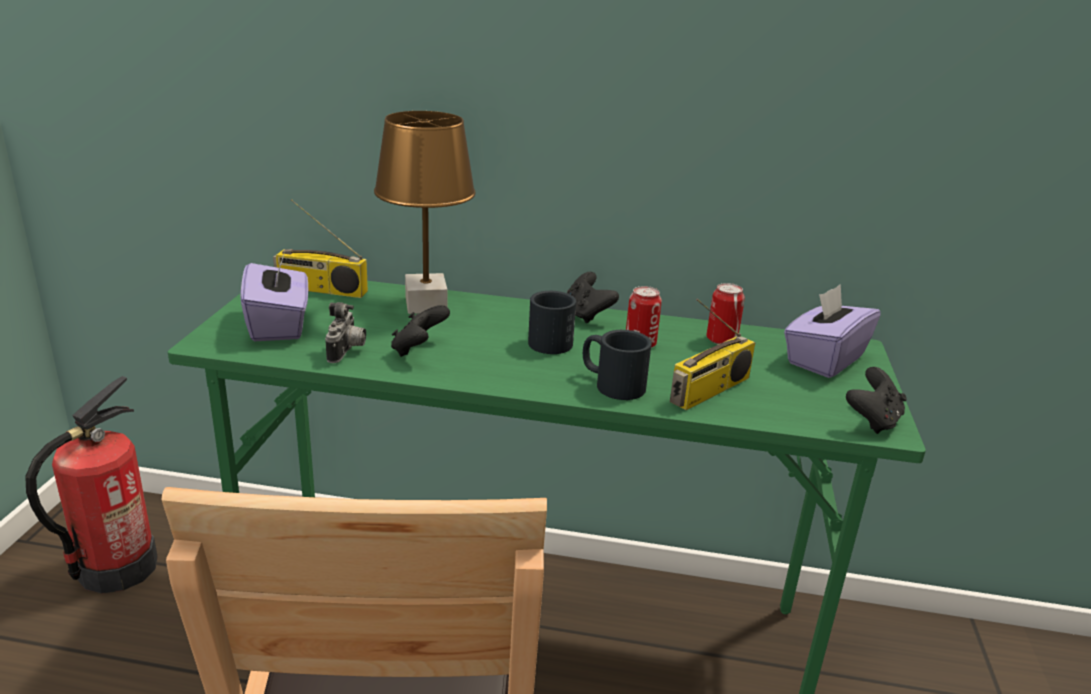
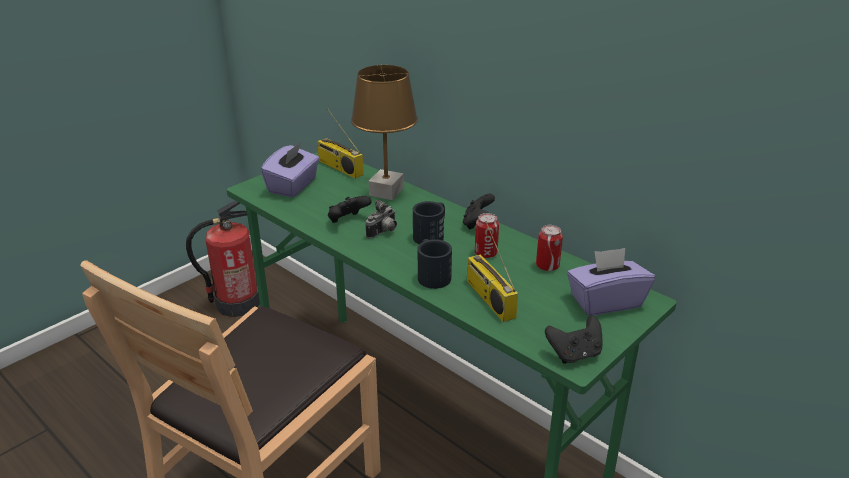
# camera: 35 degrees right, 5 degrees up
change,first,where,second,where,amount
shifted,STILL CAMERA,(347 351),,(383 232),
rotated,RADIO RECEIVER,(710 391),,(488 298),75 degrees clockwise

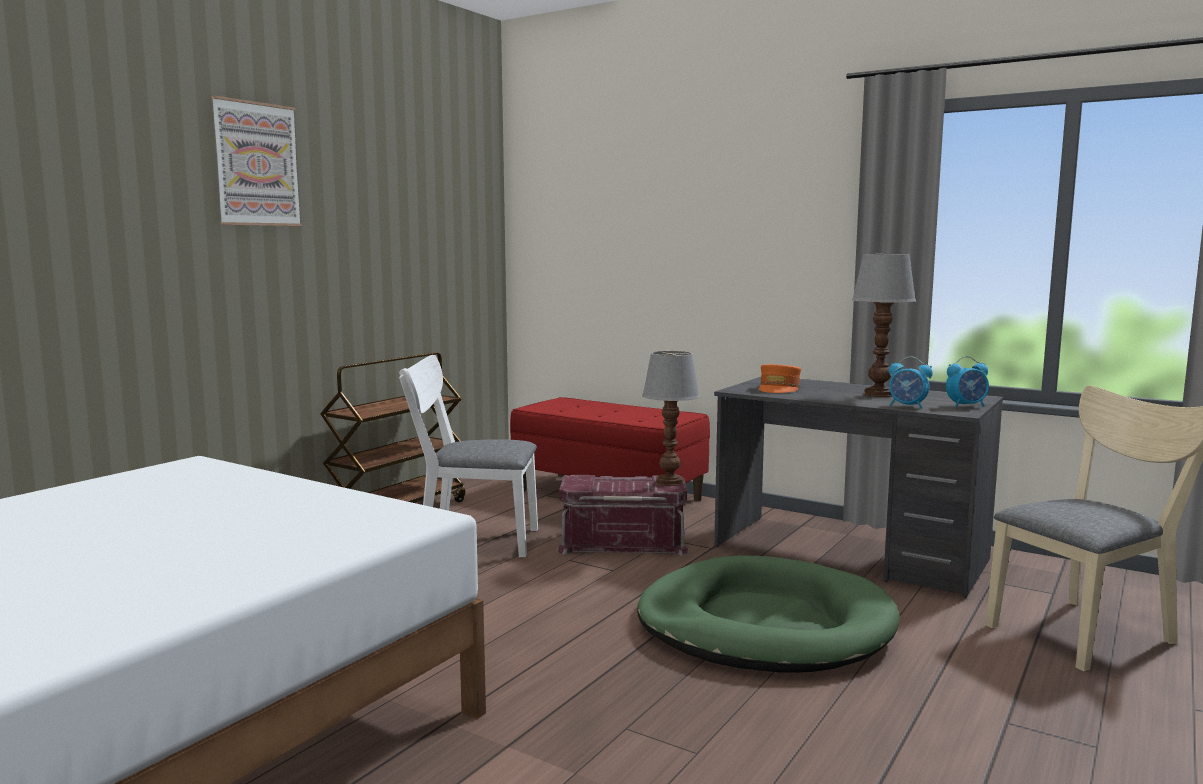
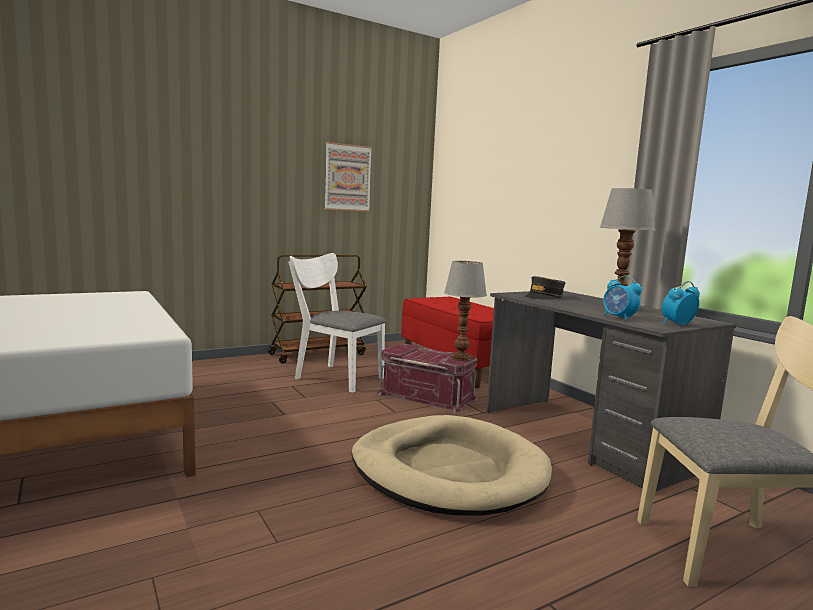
# camera: 25 degrees right, 0 degrees up
change,first,where,second,where,amount
shifted,PICTURE,(256 164),,(347 177),
repainted,GREENISH PET BED,(764 625),SAND-COLOURED PET BED,(448 471),
repainted,ORANGE-COLOURED CAP,(779 389),GREY CAP,(544 297),
rotated,ALARM CLOCK,(966 406),,(677 324),135 degrees clockwise

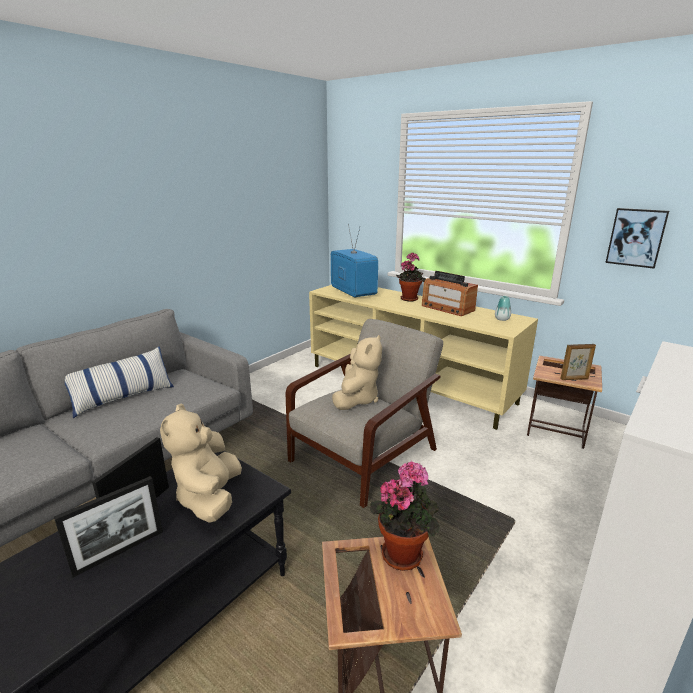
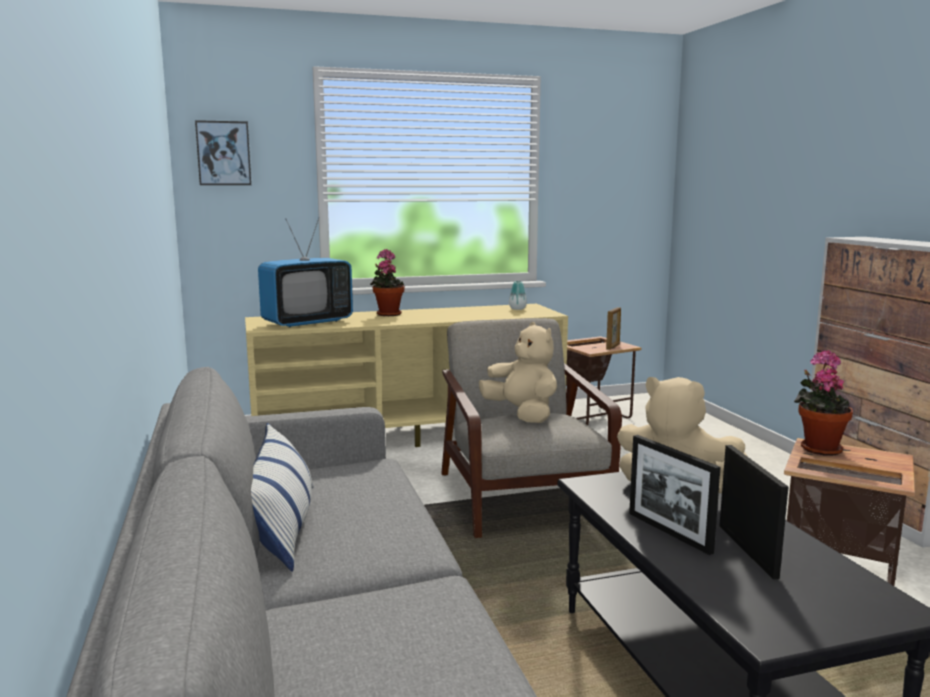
# camera: 55 degrees left, 10 degrees down
change,first,where,second,where,amount
gone,RADIO RECEIVER,(447 308),,,
shifted,PICTURE,(636 237),,(223 153),
rotated,TV,(352 292),,(307 322),135 degrees clockwise

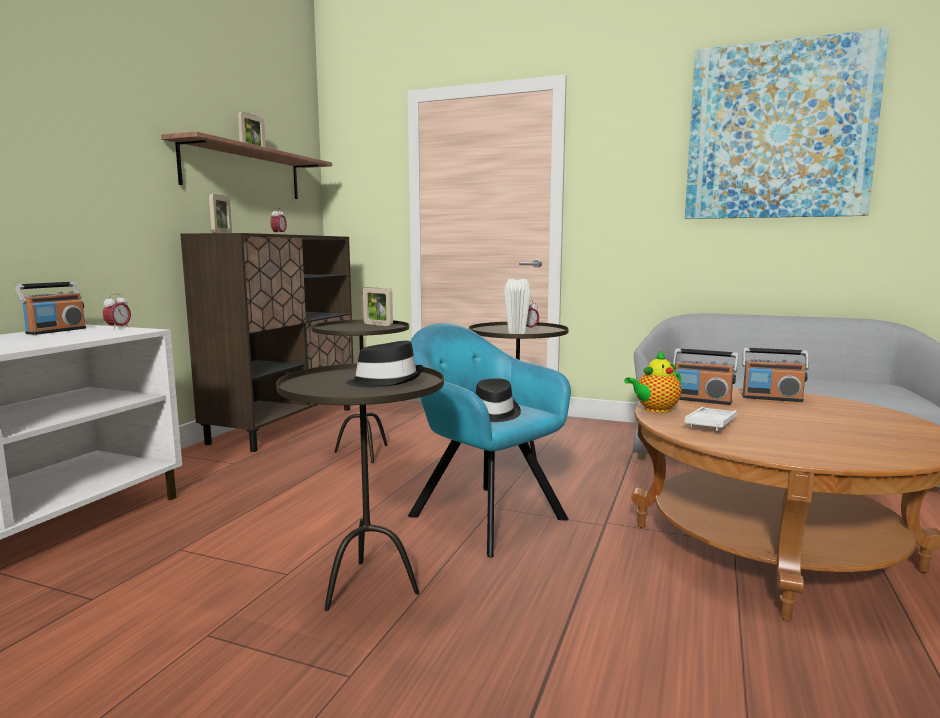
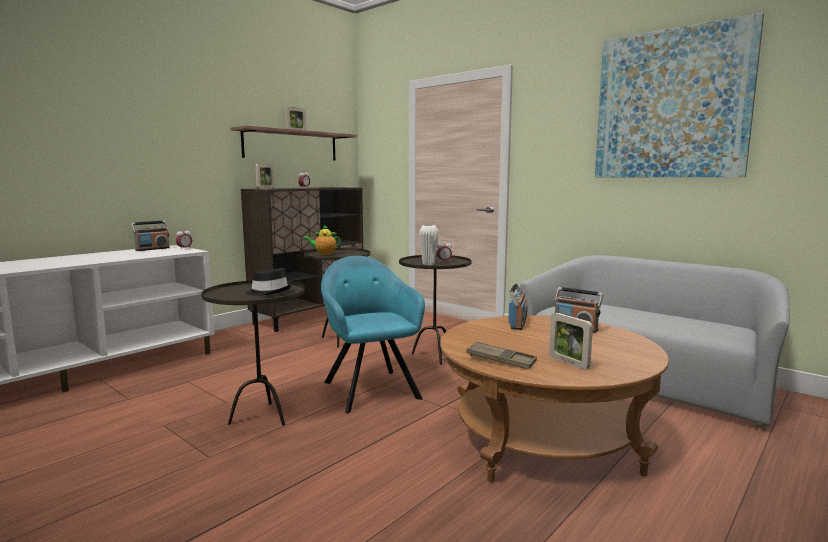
# camera: 20 degrees right, 0 degrees up
change,first,where,second,where,amount
gone,BLACK-COLOURED HAT,(493 413),,,
gone,WHITISH TRAY,(711 423),,,
new,,,BROWN-COLOURED TRAY,(501 360),
shifted,STANDING FRAME,(378 324),,(568 363),
shifted,TEAPOT,(655 410),,(324 254),
rotated,RADIO RECEIVER,(701 400),,(517 324),120 degrees counterclockwise

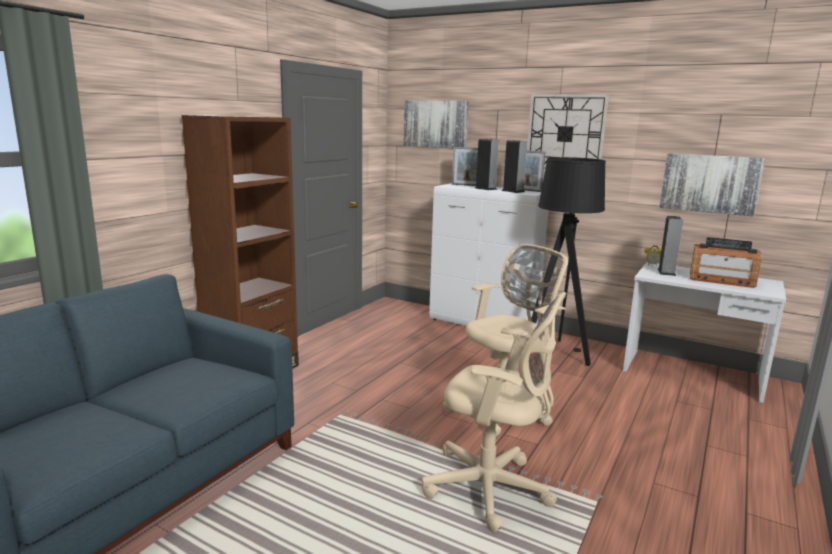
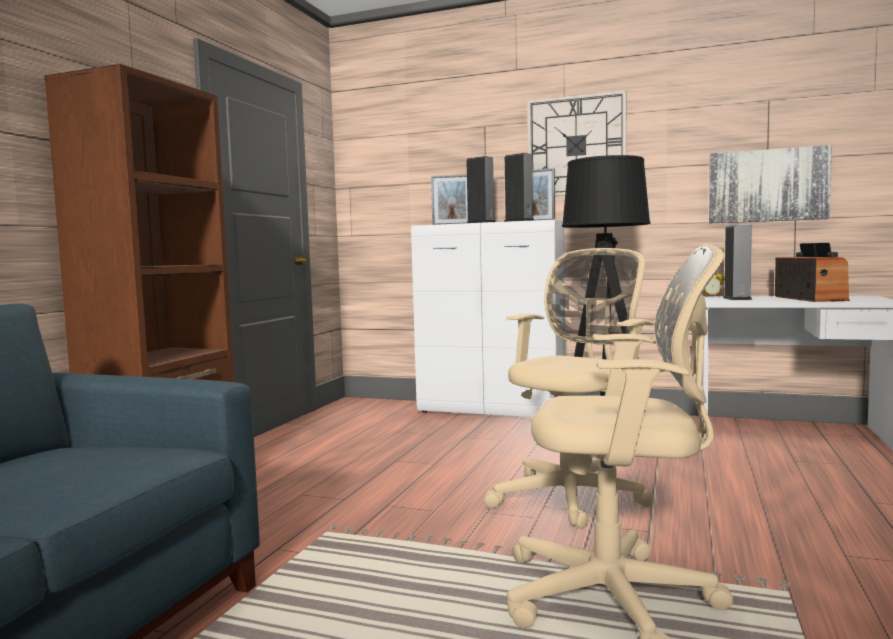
# camera: 10 degrees left, 10 degrees down
change,first,where,second,where,amount
gone,PICTURE,(435 124),,,
rotated,RADIO RECEIVER,(721 280),,(810 298),105 degrees counterclockwise

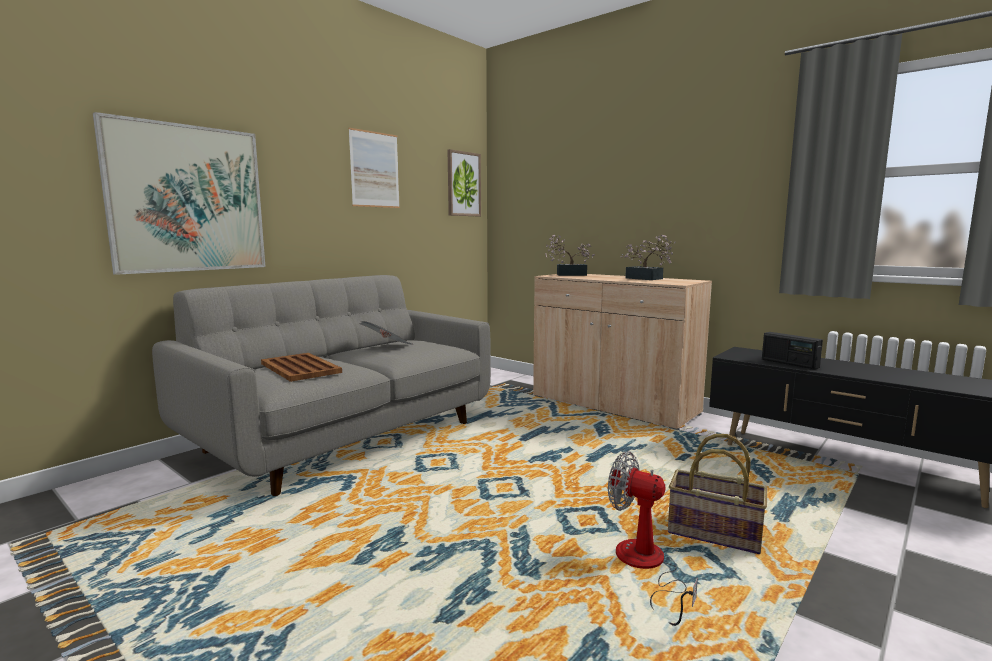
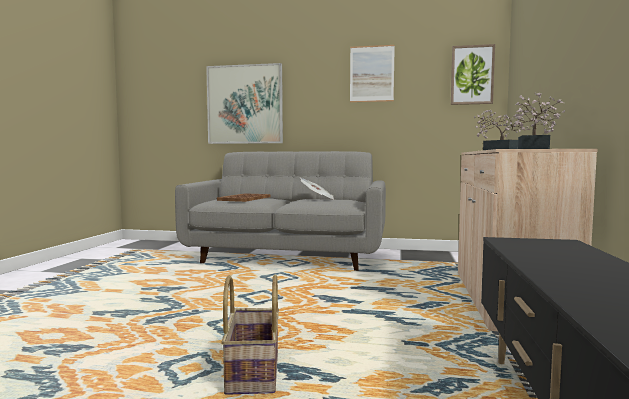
# camera: 60 degrees right, 5 degrees down
change,first,where,second,where,amount
gone,FAN,(646 567),,,
gone,RADIO RECEIVER,(789 363),,,

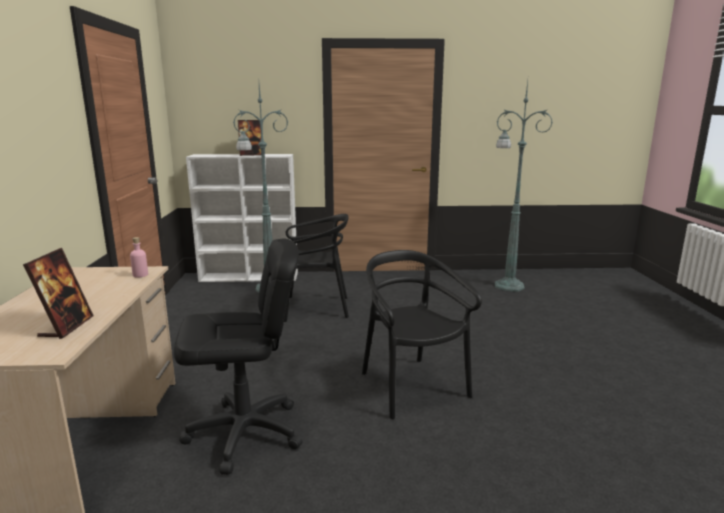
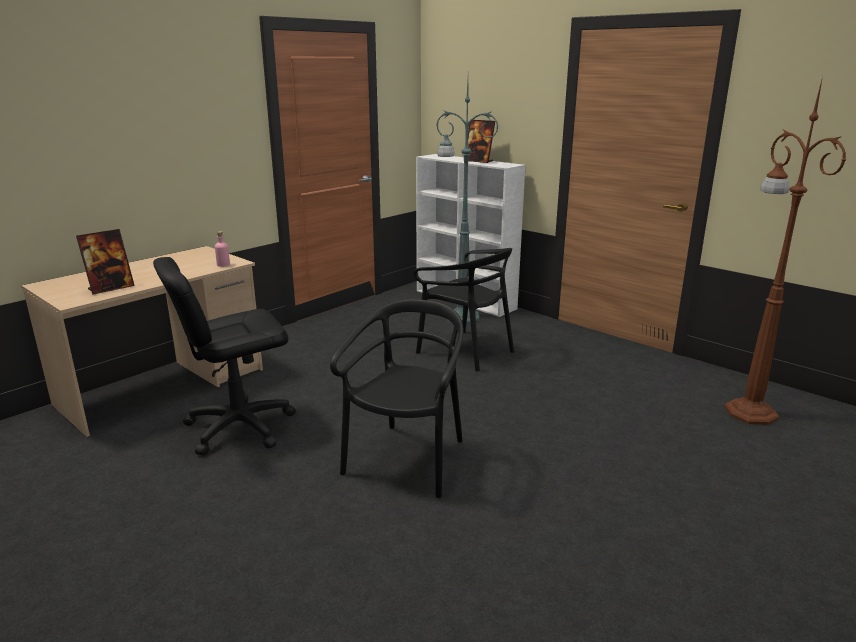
# camera: 45 degrees right, 5 degrees up
change,first,where,second,where,amount
repainted,GREENISH FLOOR LAMP,(507 286),BROWN-COLOURED FLOOR LAMP,(749 411),
rotated,BLACK-COLOURED OFFICE CHAIR,(245 433),,(239 427),120 degrees clockwise

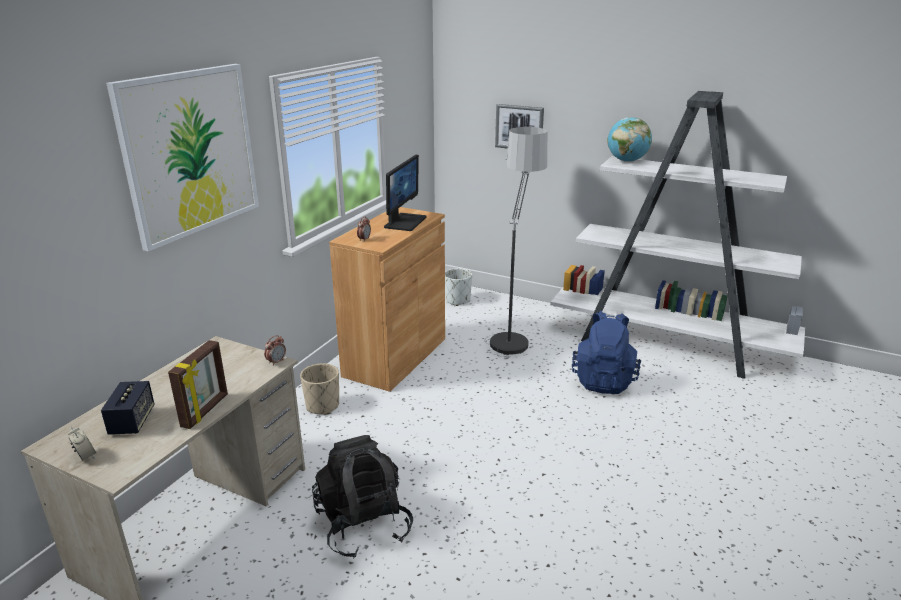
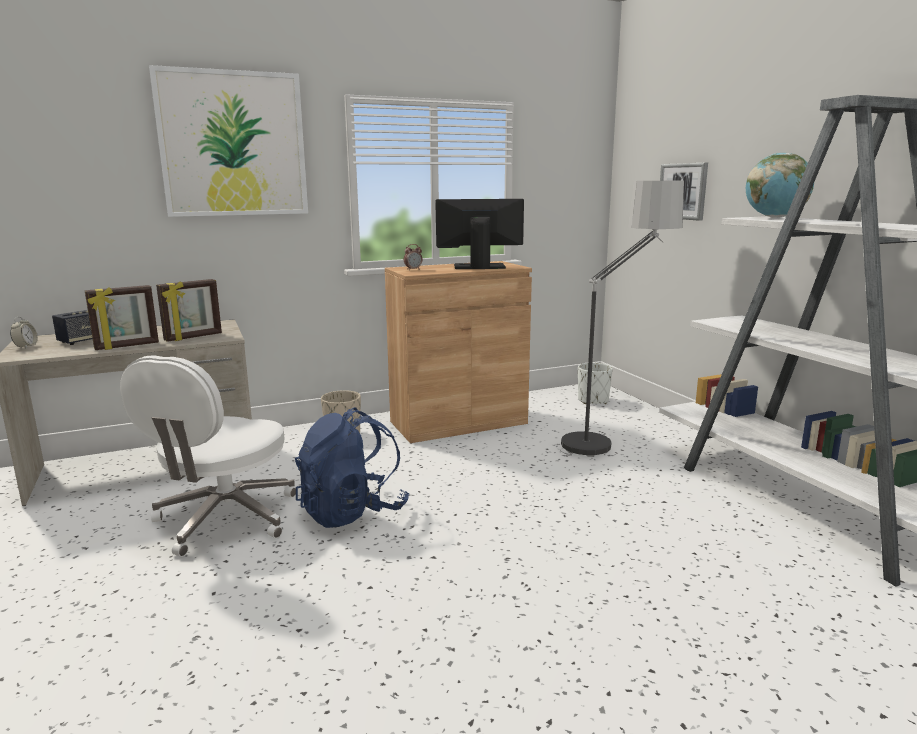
# camera: 40 degrees right, 10 degrees down
change,first,where,second,where,amount
gone,ALARM CLOCK,(276 362),,,
new,,,STANDING FRAME,(193 337),
shifted,BLUISH BACKPACK,(603 380),,(352 512),
swapped,BLACK-COLOURED BACKPACK,(363 525),WHITISH OFFICE CHAIR,(225 519),
rotated,MONITOR,(404 222),,(479 267),150 degrees counterclockwise

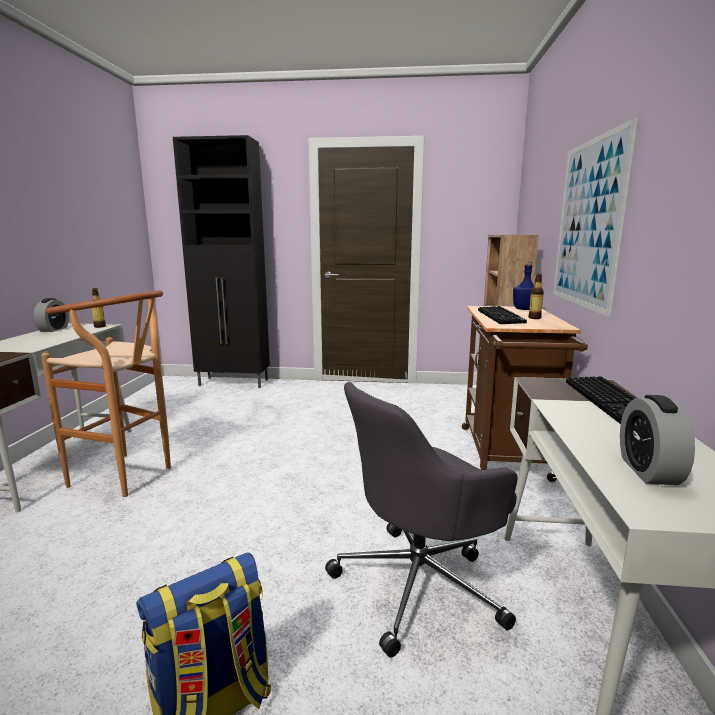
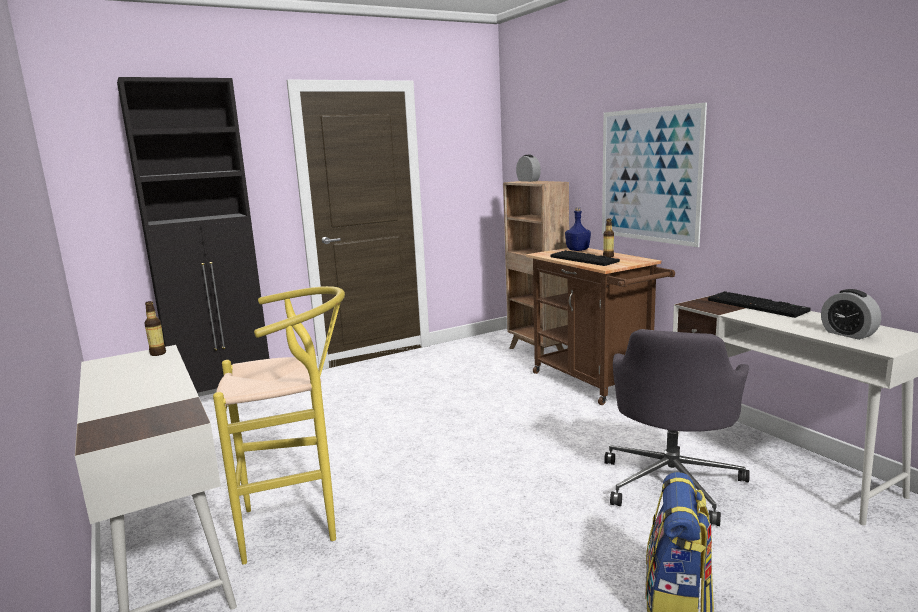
# camera: 35 degrees left, 0 degrees up
change,first,where,second,where,amount
shifted,ALARM CLOCK,(53 329),,(528 181),
repainted,BROWN-COLOURED SITTING STOOL,(129 477),YELLOW SITTING STOOL,(300 524),

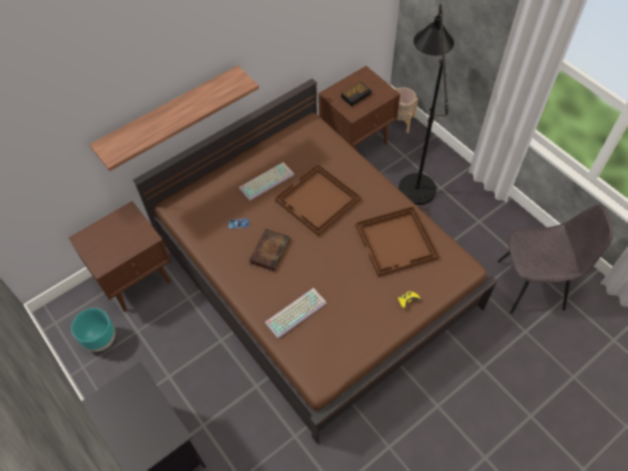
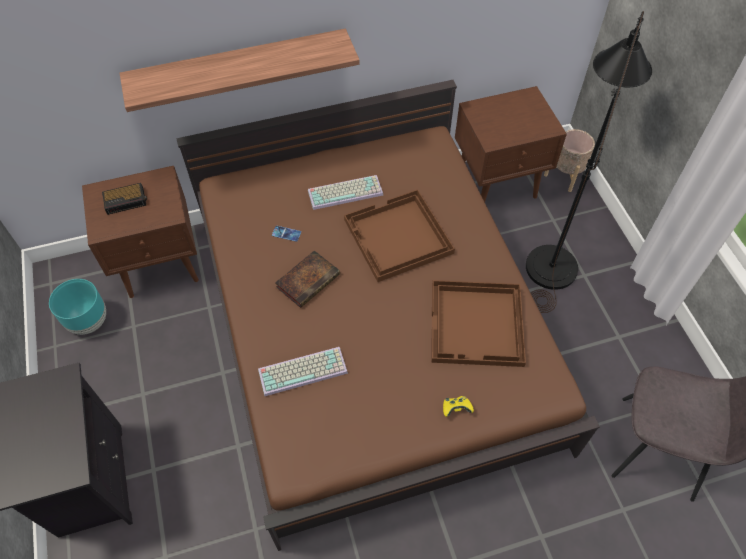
# camera: 20 degrees right, 0 degrees up
change,first,where,second,where,amount
shifted,ALARM CLOCK,(356 95),,(126 201),

